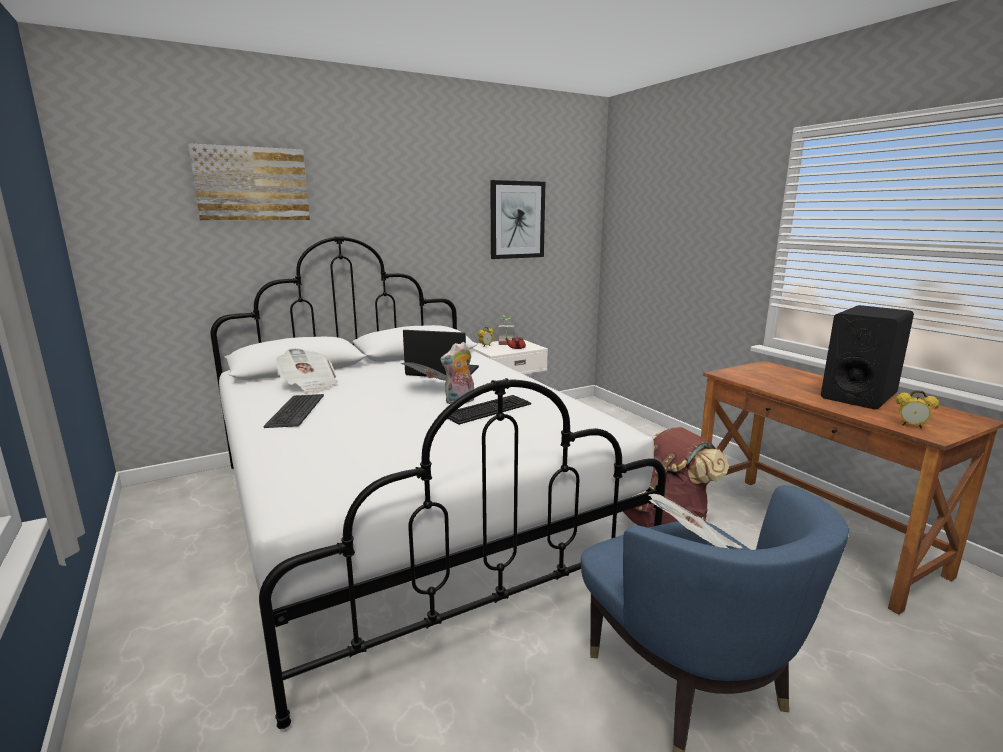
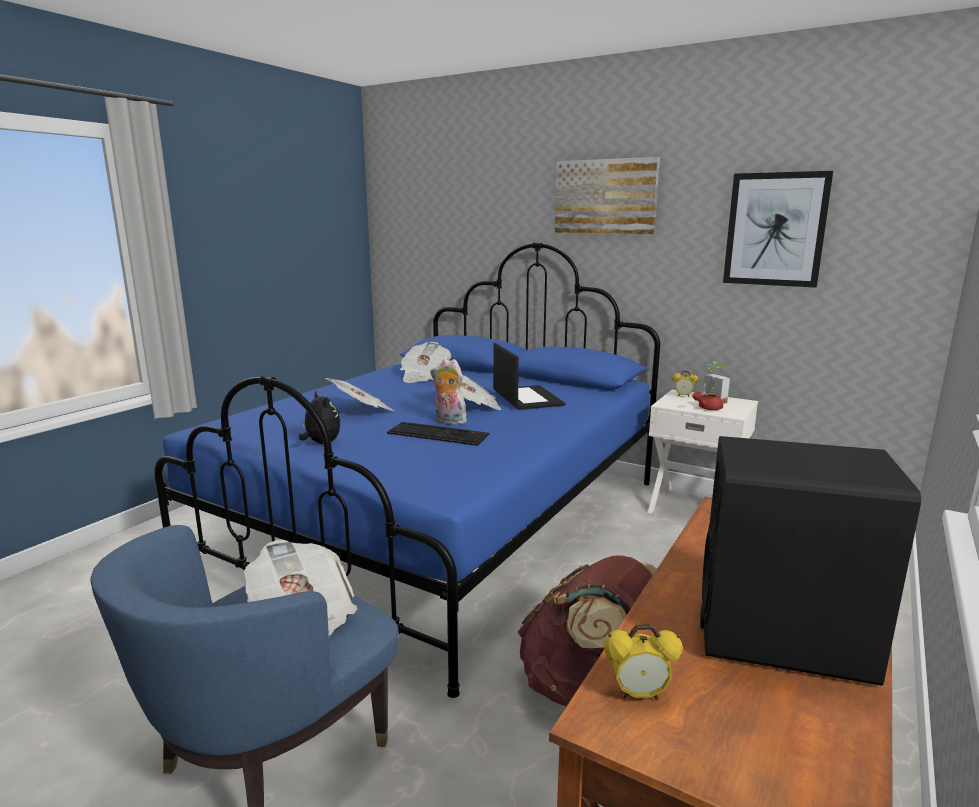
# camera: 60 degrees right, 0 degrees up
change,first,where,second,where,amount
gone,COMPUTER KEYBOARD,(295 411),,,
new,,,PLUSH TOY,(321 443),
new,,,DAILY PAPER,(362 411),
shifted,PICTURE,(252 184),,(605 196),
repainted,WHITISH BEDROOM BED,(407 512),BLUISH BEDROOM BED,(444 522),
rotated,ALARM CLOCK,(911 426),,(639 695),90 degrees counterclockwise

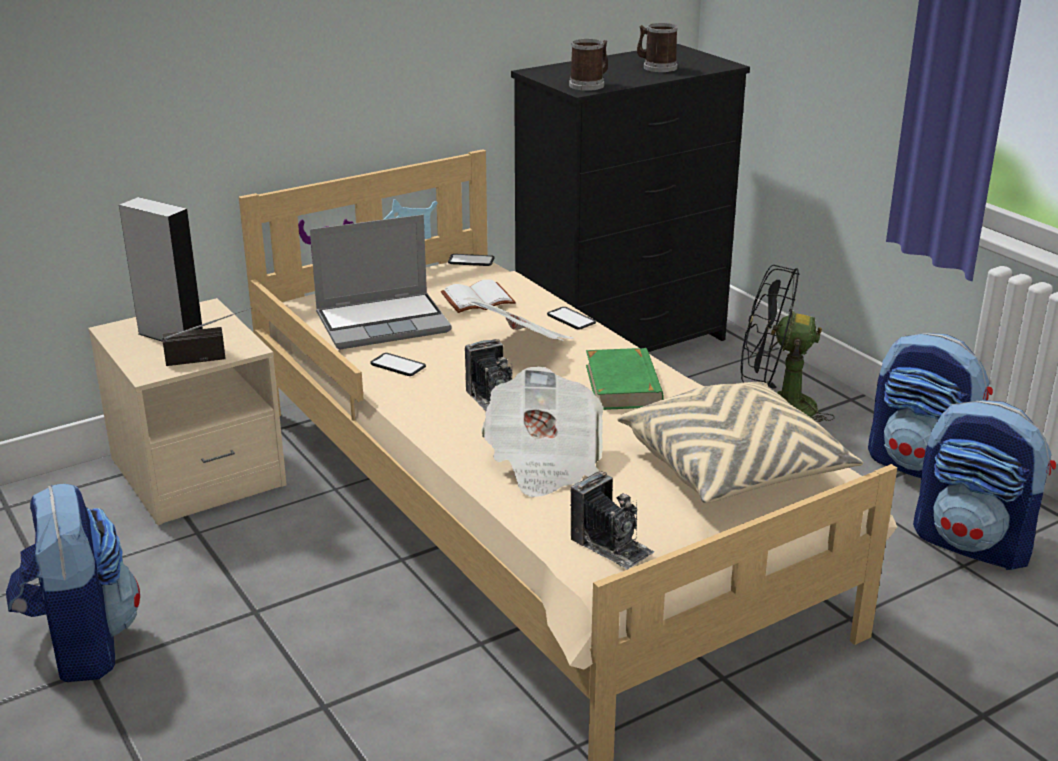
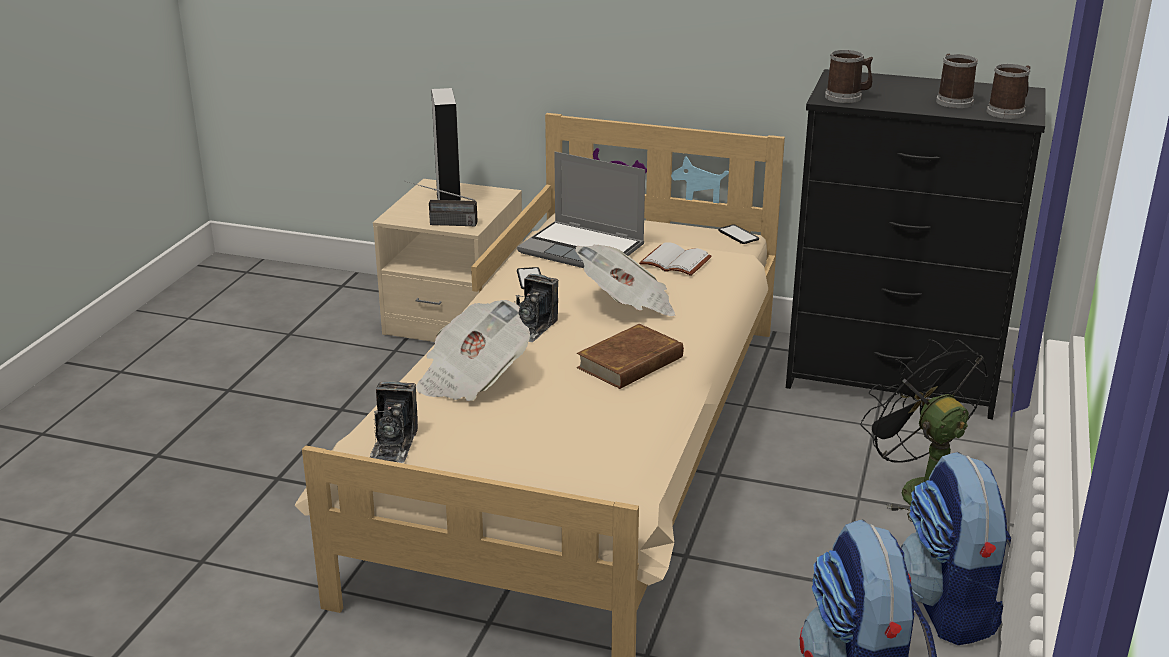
# camera: 50 degrees right, 0 degrees up
change,first,where,second,where,amount
gone,BACKPACK,(82 644),,,
gone,PHONE,(571 319),,,
gone,SAND-COLOURED THROW PILLOW,(734 469),,,
new,,,TEA MUG,(1008 112),
repainted,GREENISH BOOK,(623 385),BROWN-COLOURED BOOK,(631 363),
rotated,RADIO RECEIVER,(211 357),,(441 223),150 degrees clockwise

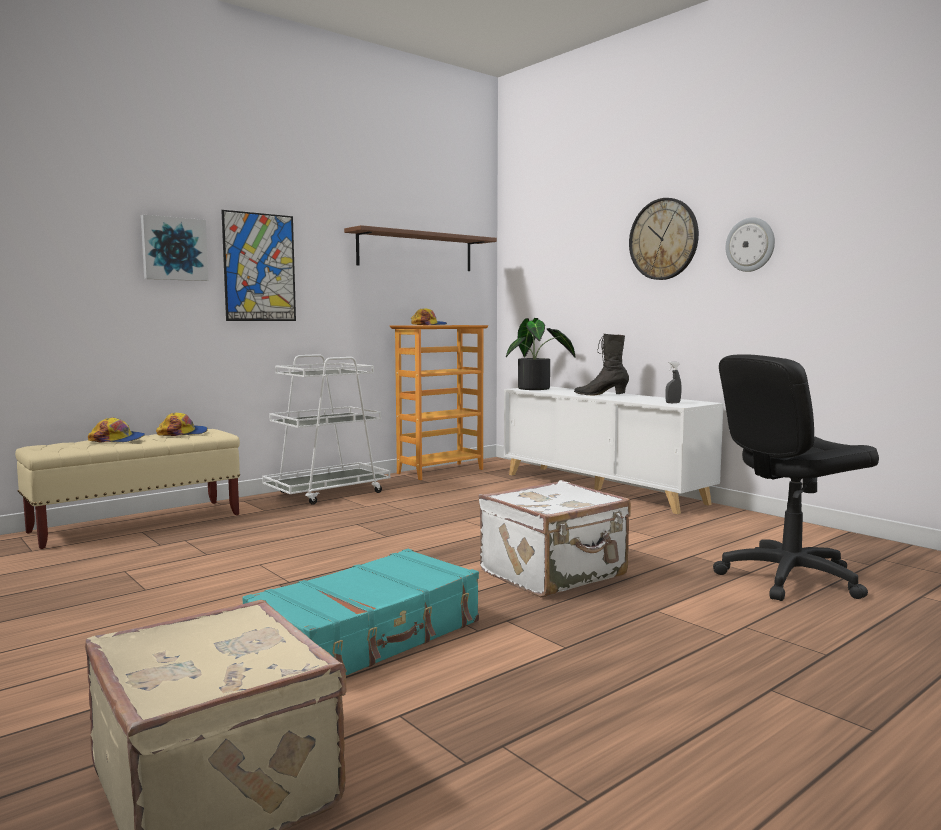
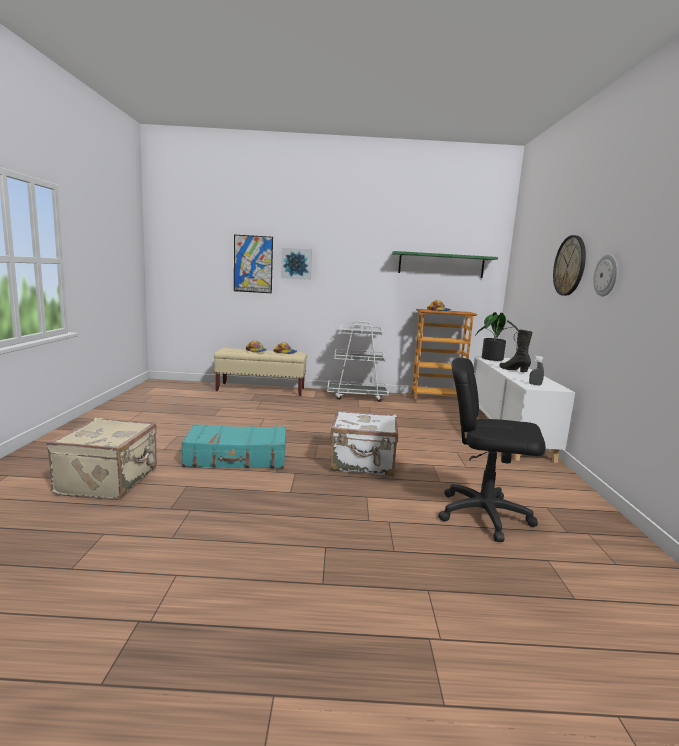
# camera: 40 degrees right, 5 degrees up
change,first,where,second,where,amount
shifted,PICTURE,(259 267),,(253 264),
repainted,BROWN-COLOURED BRACKET SHELF,(416 251),GREENISH BRACKET SHELF,(441 265),

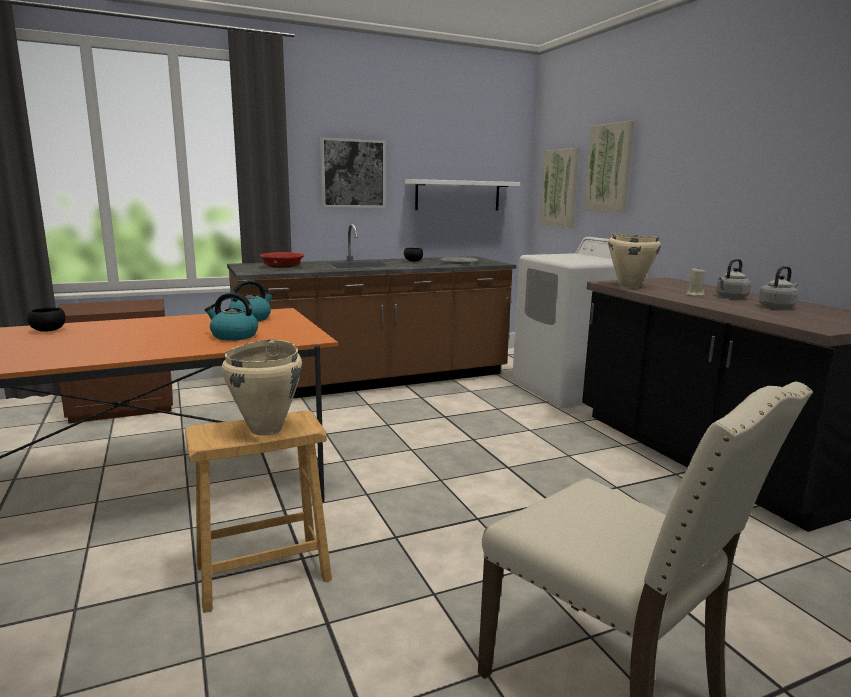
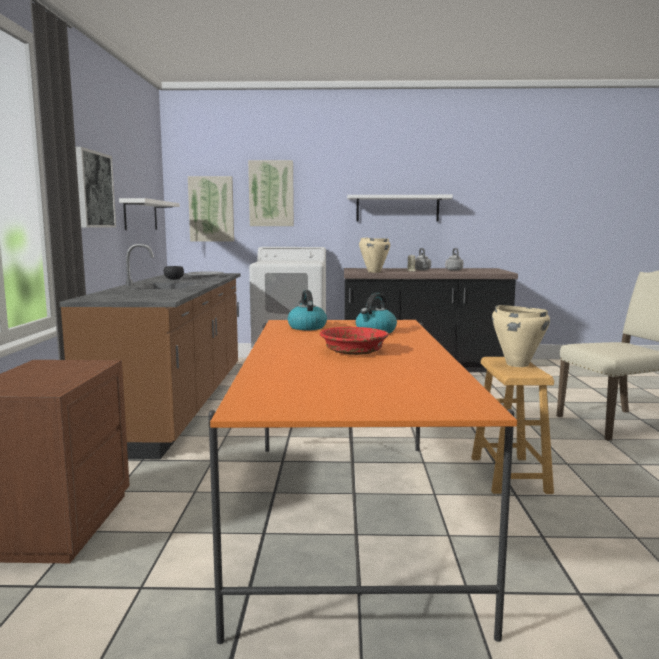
# camera: 65 degrees left, 5 degrees down
change,first,where,second,where,amount
gone,BLACK-COLOURED SERVING BOWL,(49 330),,,
new,,,WHITISH BRACKET SHELF,(397 208),
shifted,RED-COLOURED SERVING BOWL,(282 266),,(354 351),

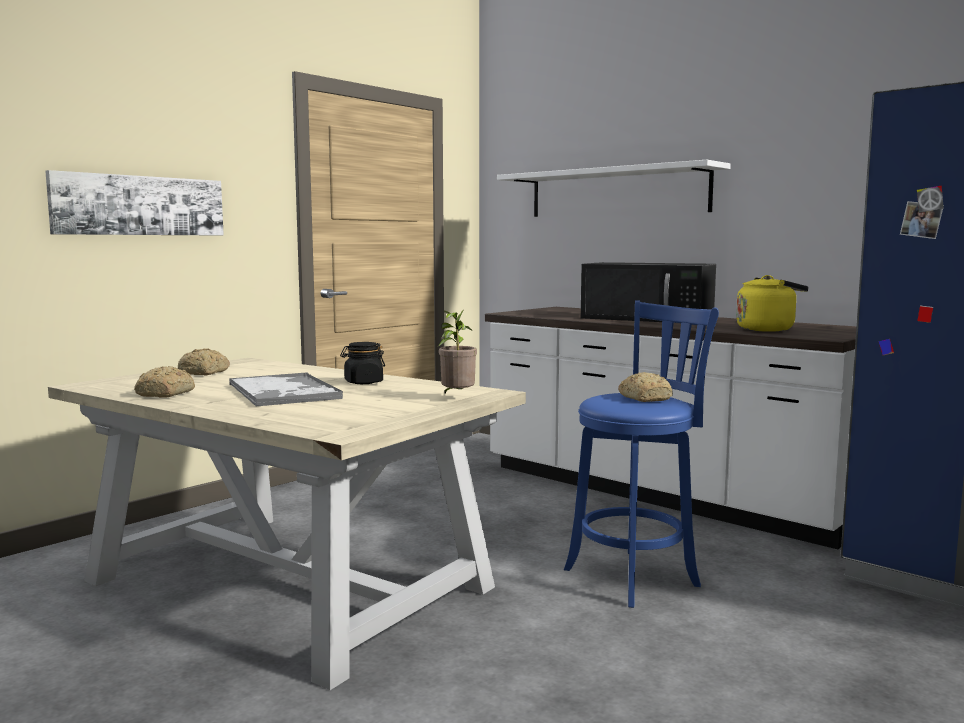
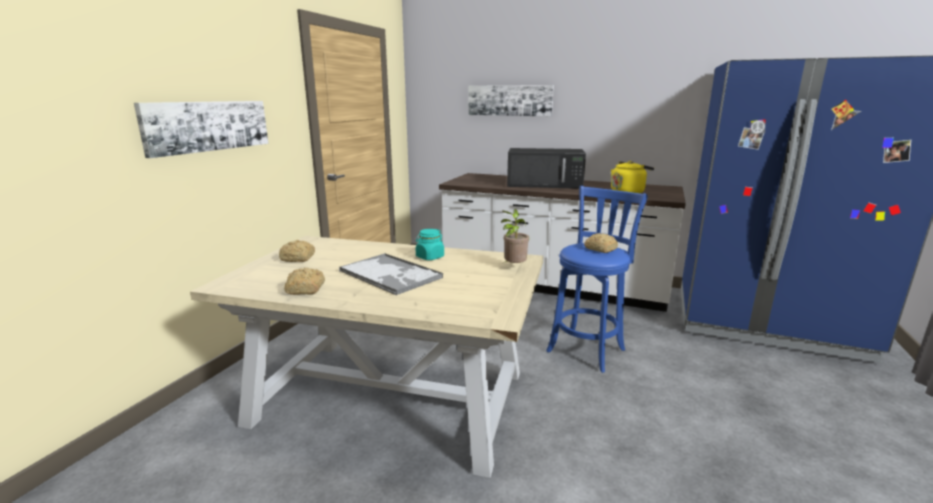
# camera: 20 degrees left, 10 degrees up
change,first,where,second,where,amount
swapped,WHITISH BRACKET SHELF,(616 192),PICTURE,(510 100),
repainted,BLACK-COLOURED PRESERVE JAR,(363 382),BLUE-GREEN PRESERVE JAR,(429 257),

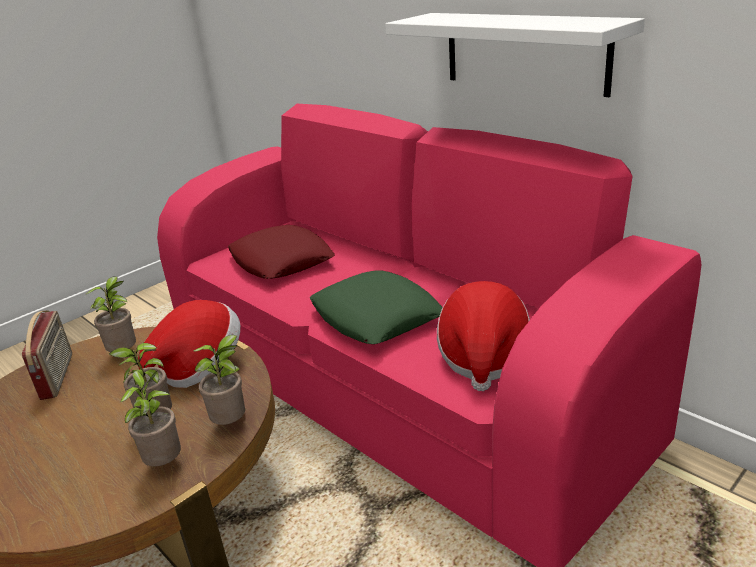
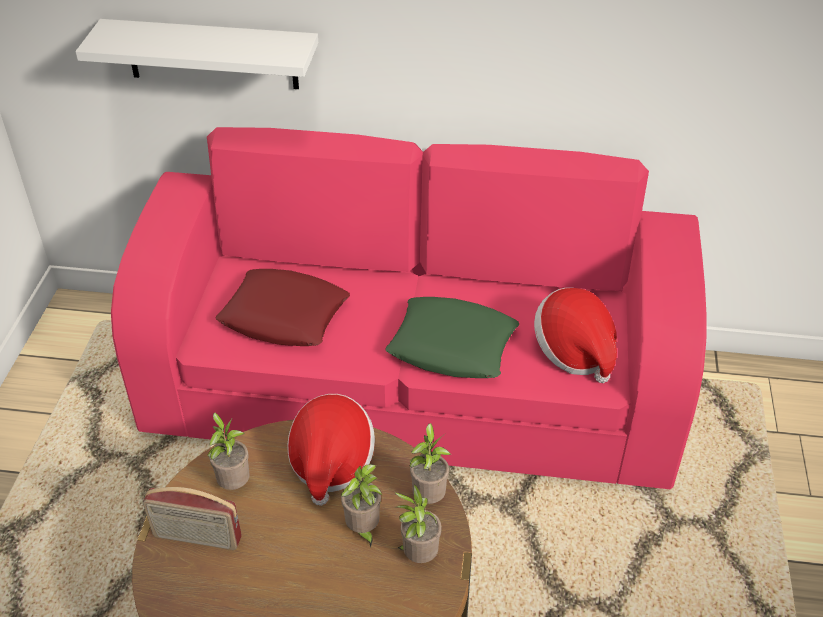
# camera: 40 degrees left, 15 degrees up
change,first,where,second,where,amount
shifted,WHITISH BRACKET SHELF,(524 52),,(212 54),
rotated,RADIO RECEIVER,(58 376),,(197 538),150 degrees clockwise

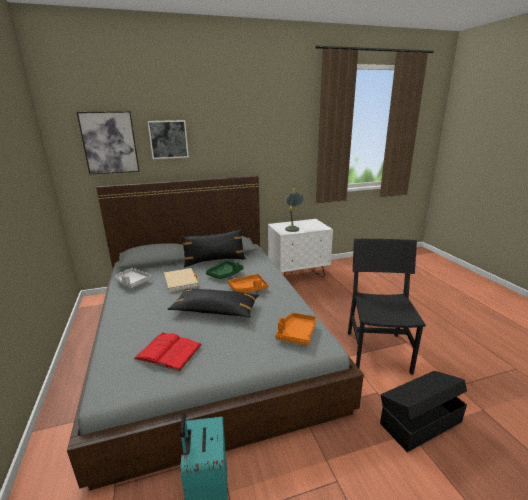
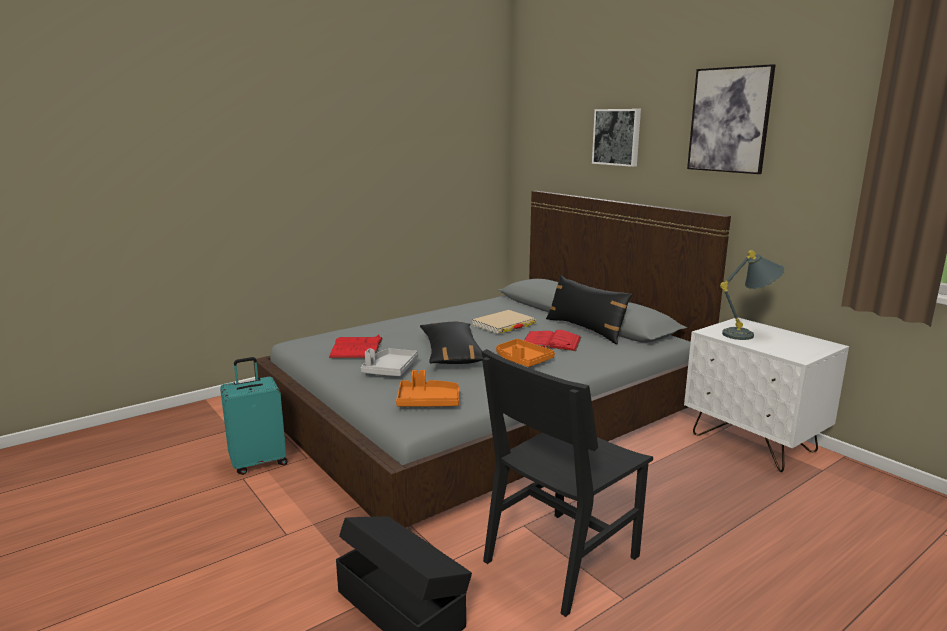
# camera: 70 degrees right, 5 degrees down
change,first,where,second,where,amount
shifted,PICTURE,(109 143),,(729 120),
shifted,GREY TRAY,(132 282),,(390 370),
swapped,GREENISH TRAY,(225 274),RED-COLOURED BOOK,(551 342),
rotated,BLACK-COLOURED CHAIR,(378 351),,(561 558),150 degrees clockwise

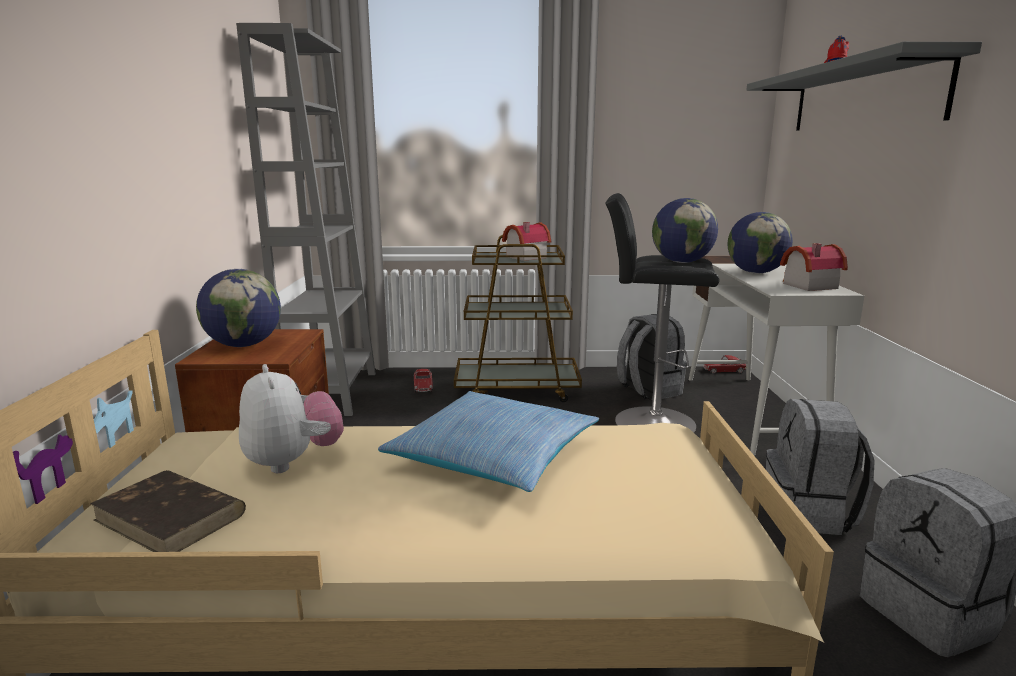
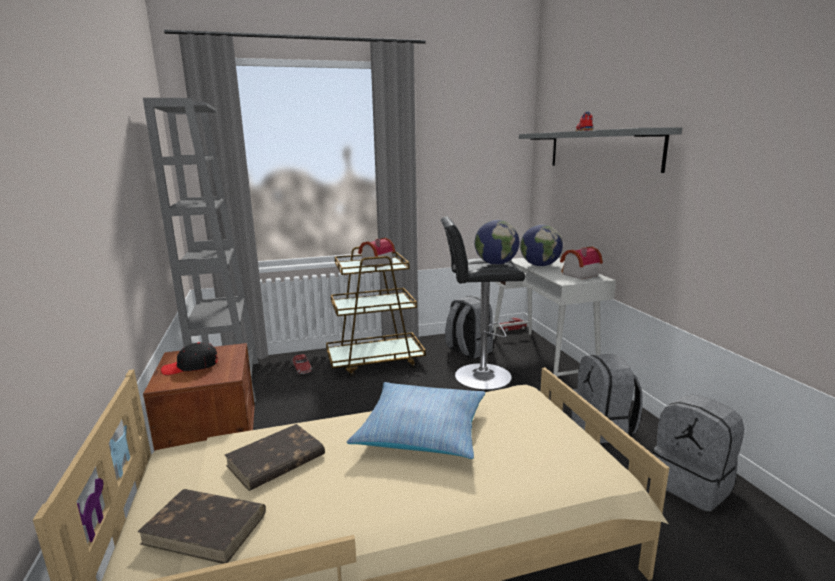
# camera: 15 degrees left, 0 degrees up
change,first,where,second,where,amount
swapped,GLOBE,(244 345),BLACK-COLOURED CAP,(191 366),
swapped,PLUSH TOY,(293 461),BROWN-COLOURED BOOK,(275 461),

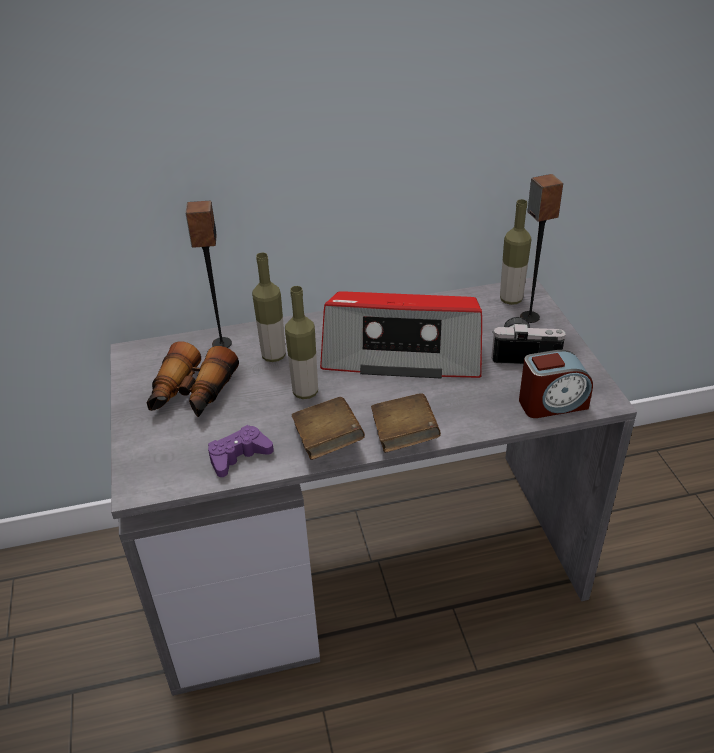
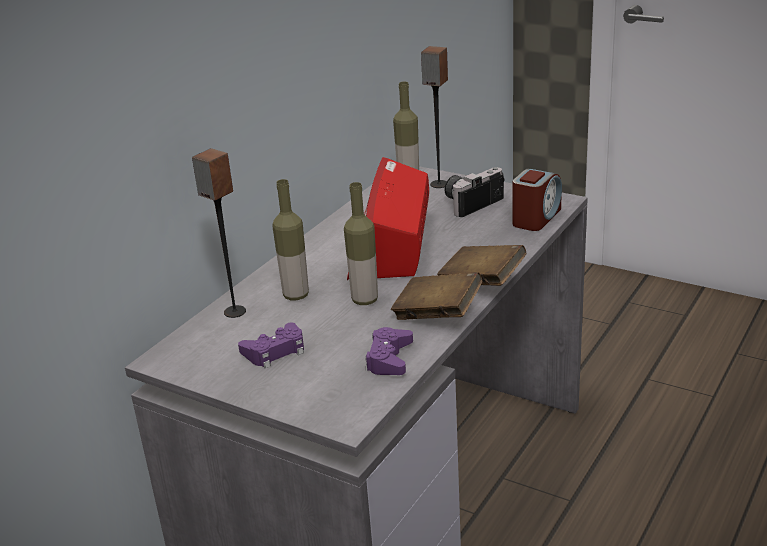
# camera: 45 degrees left, 10 degrees down
change,first,where,second,where,amount
swapped,BINOCULARS,(191 395),PURPLE-COLOURED GAME CONTROLLER,(275 351),
rotated,RADIO RECEIVER,(402 352),,(391 243),135 degrees clockwise

